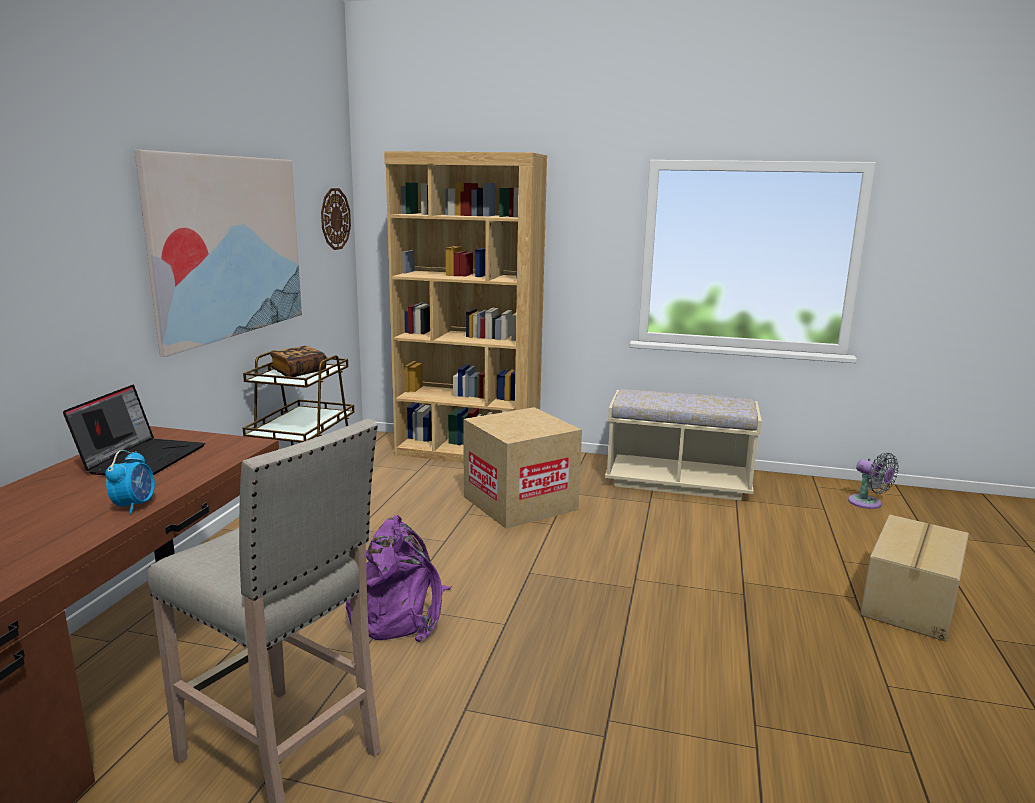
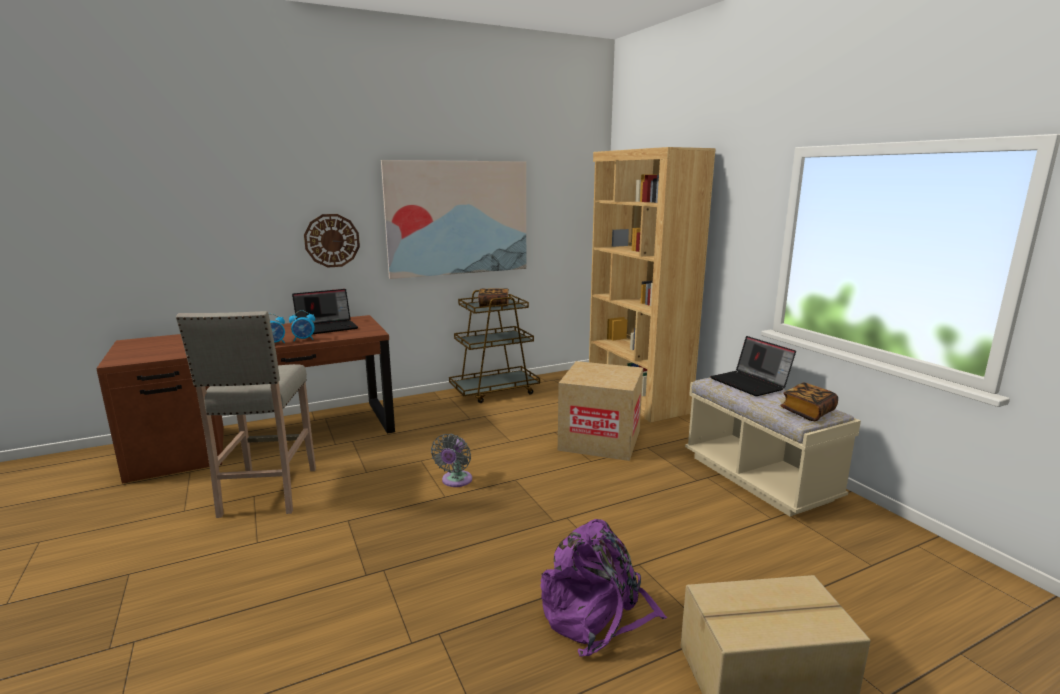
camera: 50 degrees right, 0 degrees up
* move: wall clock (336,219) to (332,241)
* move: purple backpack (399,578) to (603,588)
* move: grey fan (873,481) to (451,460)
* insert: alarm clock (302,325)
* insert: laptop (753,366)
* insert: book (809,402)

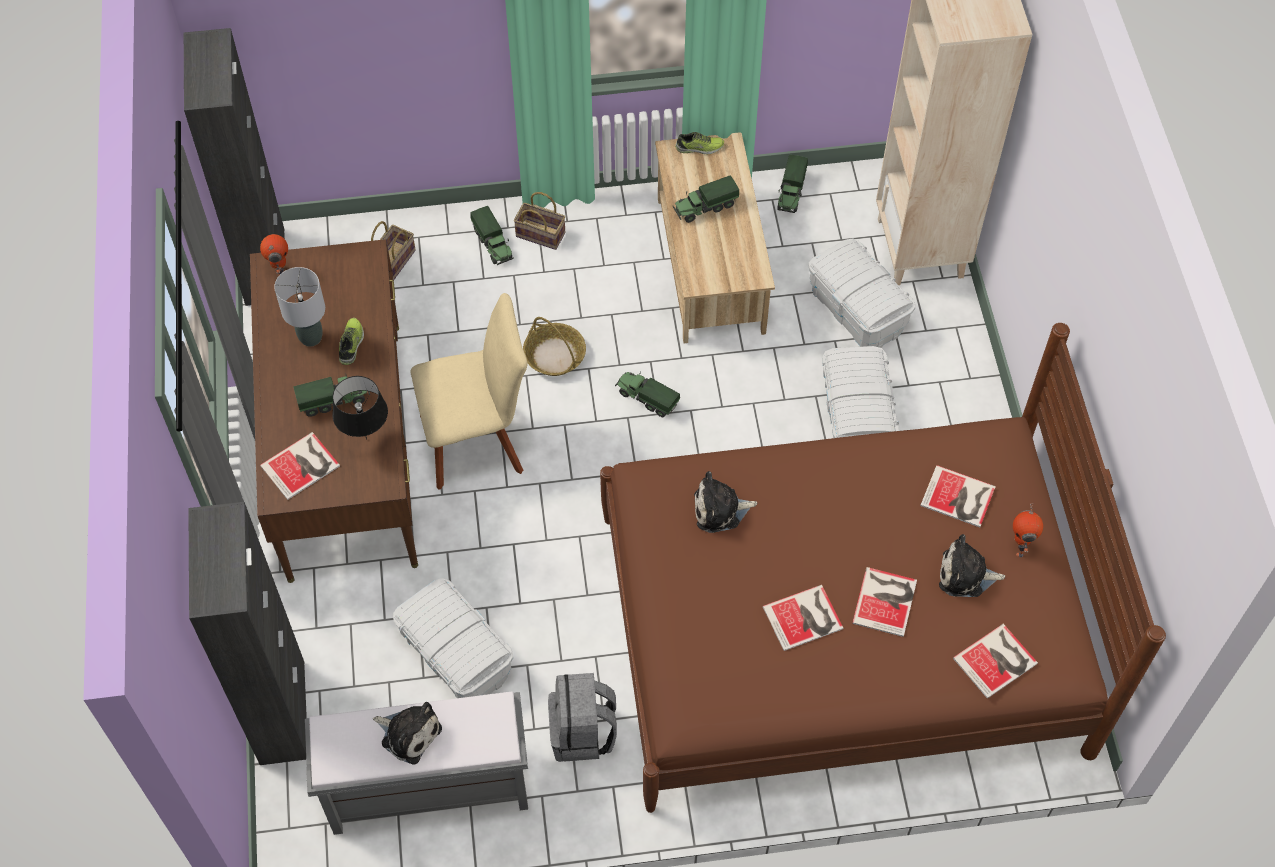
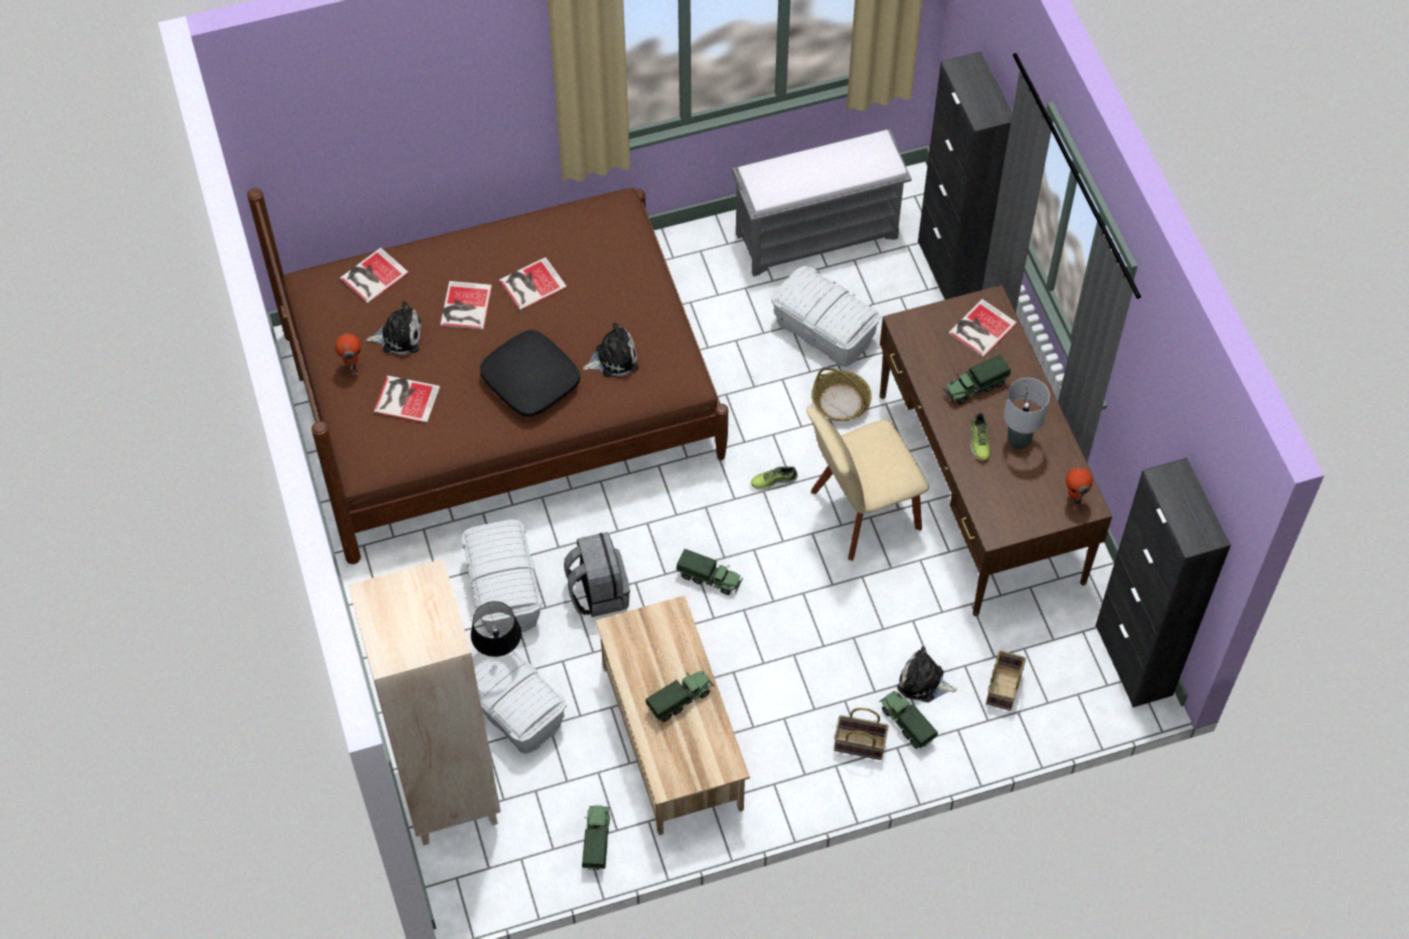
camera: 170 degrees right, 0 degrees up
* move: black table lamp (360,408) to (496,629)
* move: plush toy (407,733) to (927,674)
* move: basket (554,346) to (841,394)
* move: grey backpack (582,717) to (597,574)
* move: shoe (699,143) to (774,478)
* insert: black pillow (530,373)

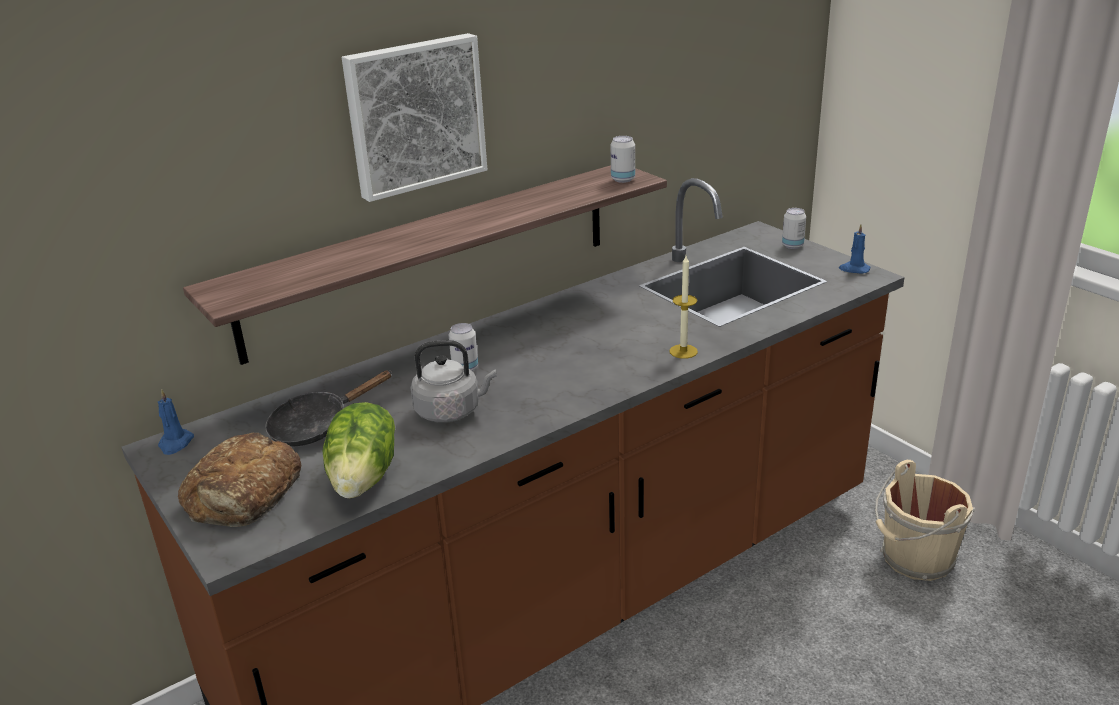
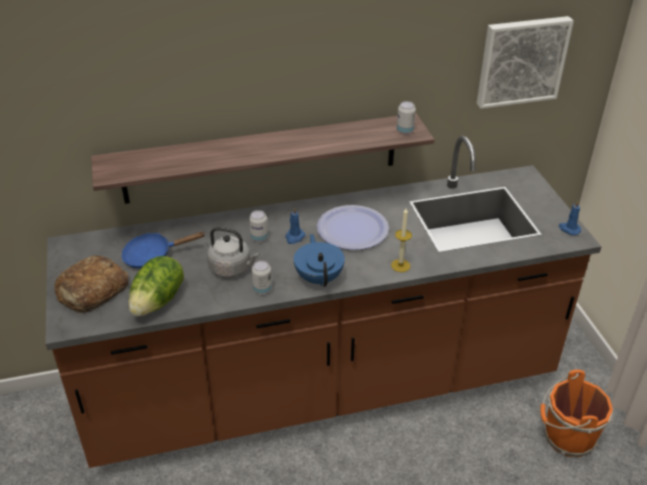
camera: 20 degrees right, 10 degrees up
* move: blue candle (176,422) to (295,225)
* recolor: black frying pan (328,408) to blue frying pan (163,250)
* move: picture (414,117) to (525,62)
* move: can (794,228) to (262,277)
* recolor: beige bucket (925,520) to orange bucket (576,413)
* insert: blue teapot (319,260)
* insert: plate (353,227)

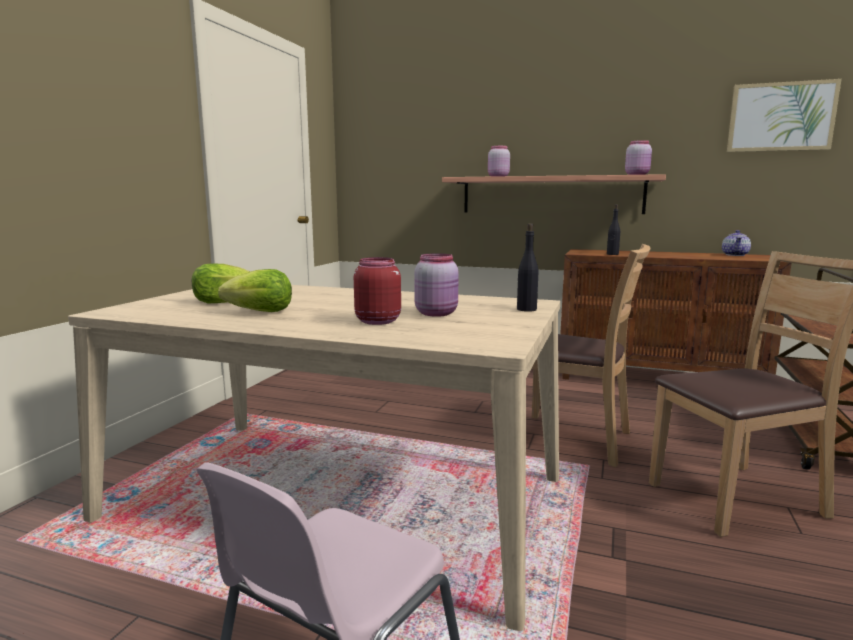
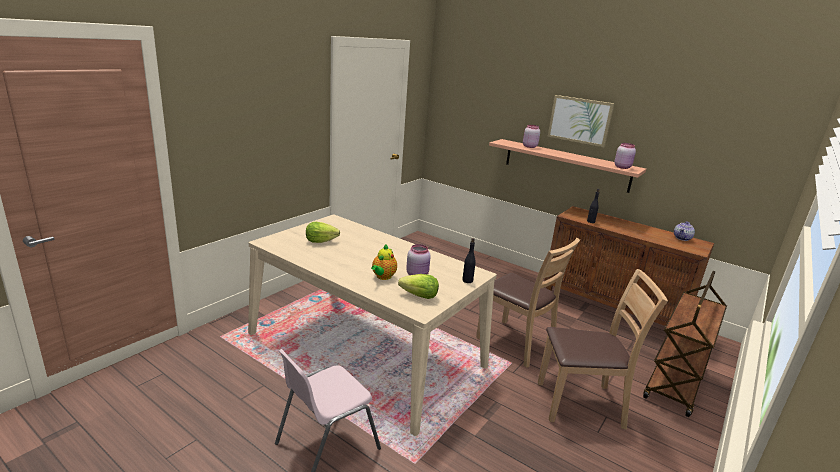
camera: 15 degrees right, 10 degrees up
* move: lettuce (255,290) to (418,286)
* replace: red jar (377,291) to teapot (384,262)
* move: picture (784,115) to (581,121)

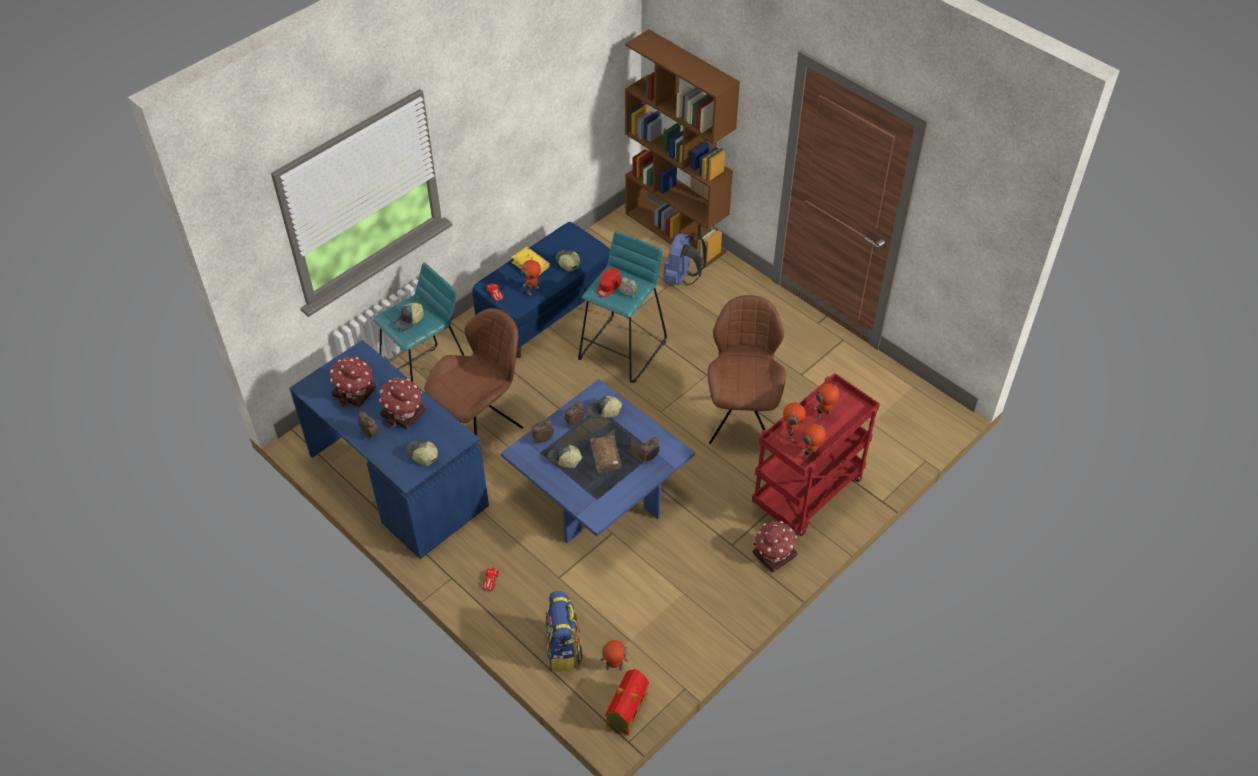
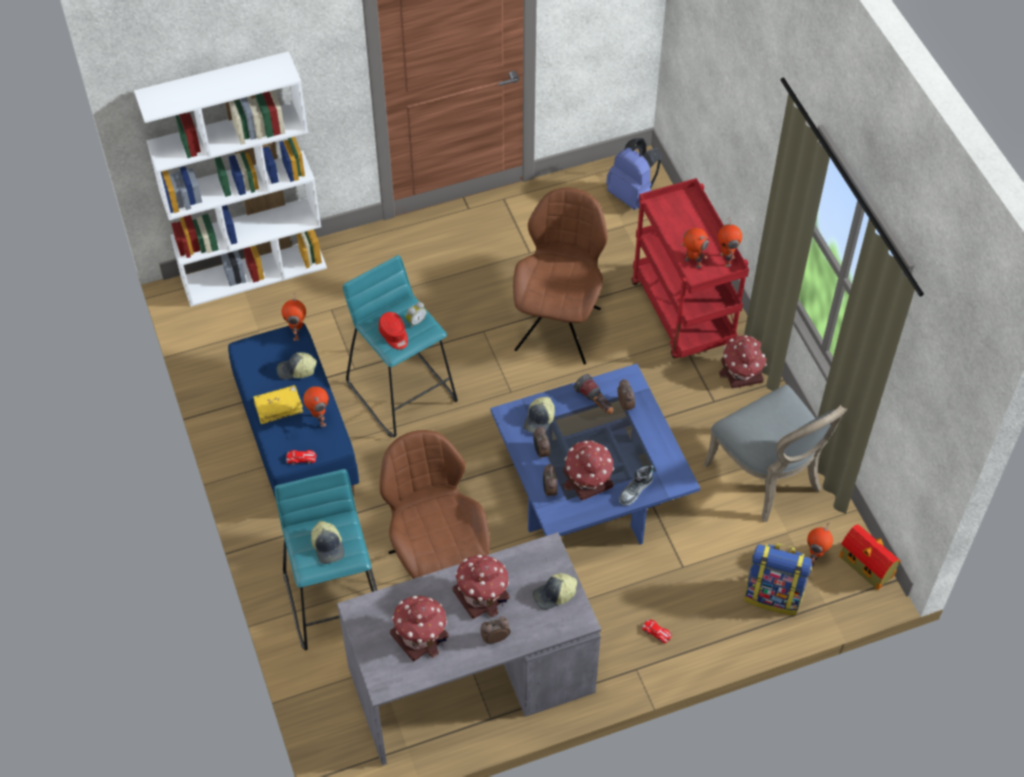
camera: 65 degrees left, 5 degrees up
* recolor: blue desk (389,449) to grey desk (469,649)
* replace: cap (564,456) to toy house (588,470)
* delete: brown book (606,454)
* recolor: brown bookcase (682,148) to white bookcase (230,179)
* move: blue backpack (685,259) to (633,174)
* rotate: brown chair (747,369) = (560,276) 75 degrees clockwise
* move: toy robot (827,400) to (294,316)
* insert: flashlight (594,394)
* insert: shoe (636,485)
* insert: grey chair (775,453)

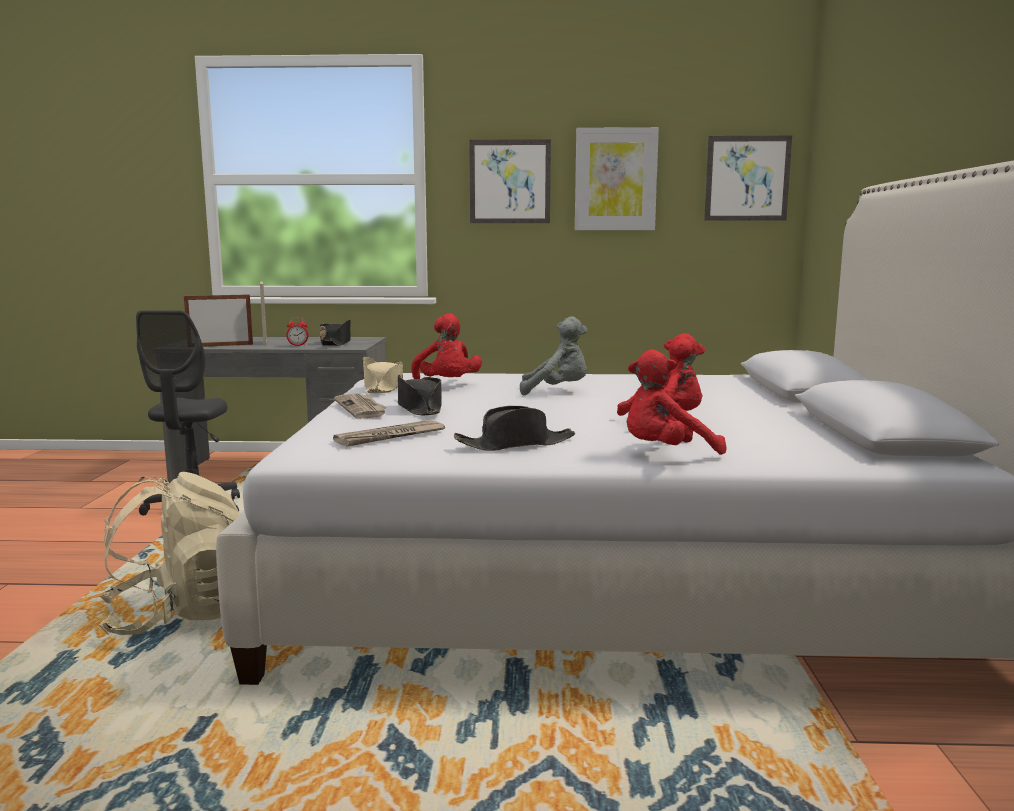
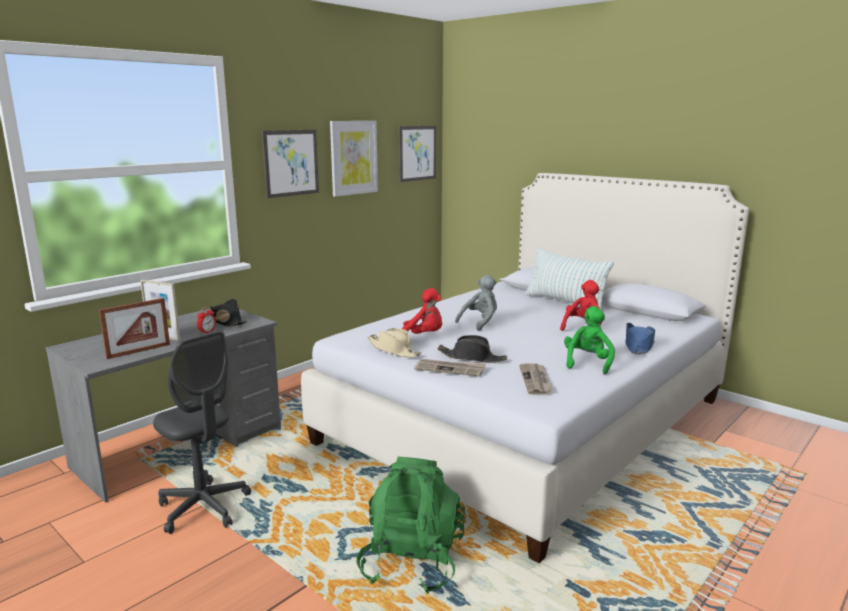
camera: 50 degrees left, 5 degrees up
* recolor: beige backpack (169,553) to green backpack (411,525)
* rotate: picture frame (218,320) = (134,328) 150 degrees counterclockwise
* replace: black hat (514,428) to green plush toy (589,340)
* replace: red plush toy (677,402) to blue hat (640,338)
* insert: pillow (569,279)

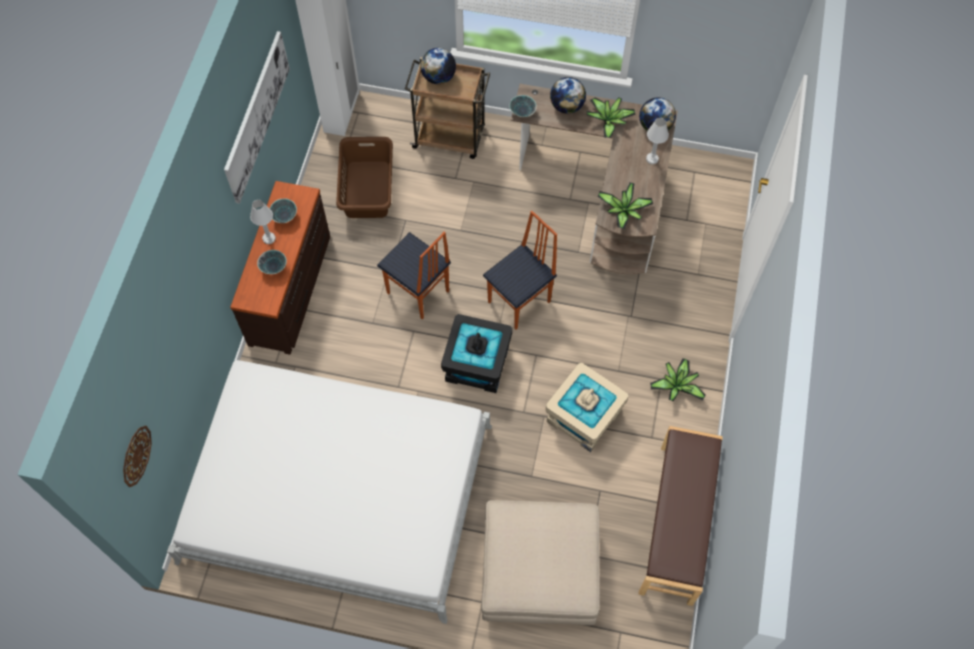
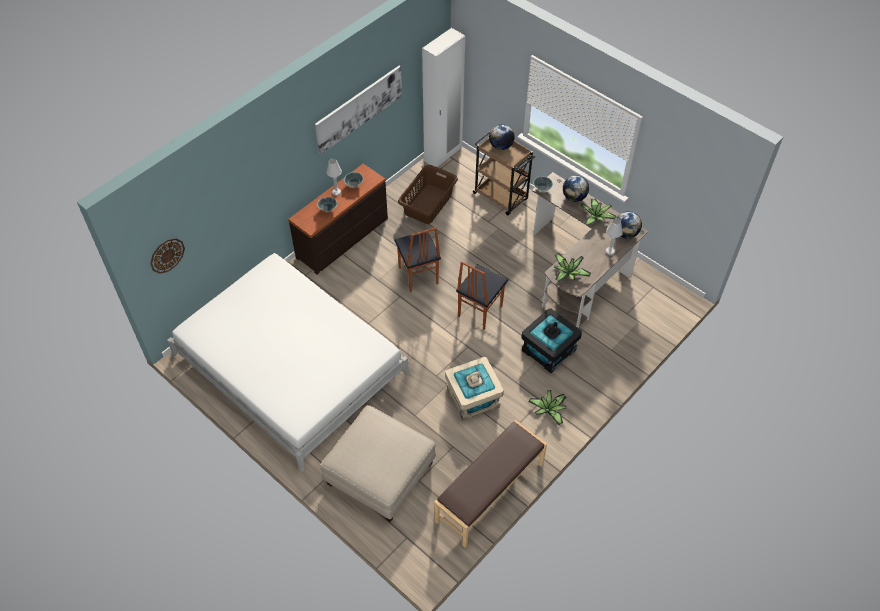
camera: 30 degrees right, 10 degrees down
* move: black storage box (476,353) to (552,340)
* rotate: chair (520,270) = (482,295) 135 degrees clockwise

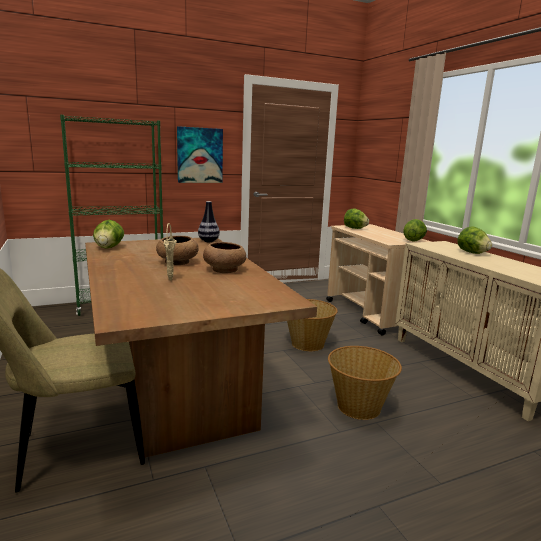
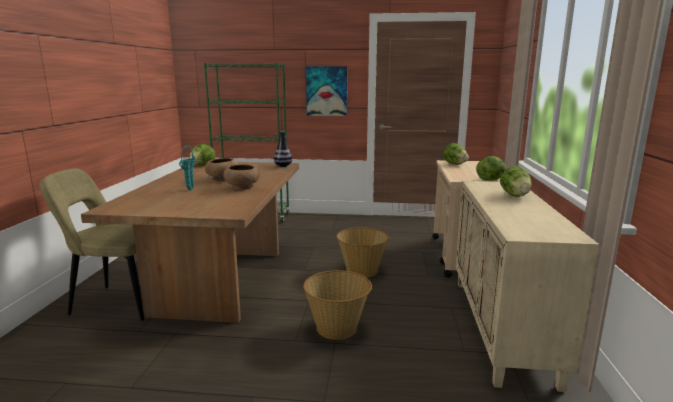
camera: 30 degrees right, 0 degrees up
* recolor: beige vase (170,251) to turquoise vase (187,168)

